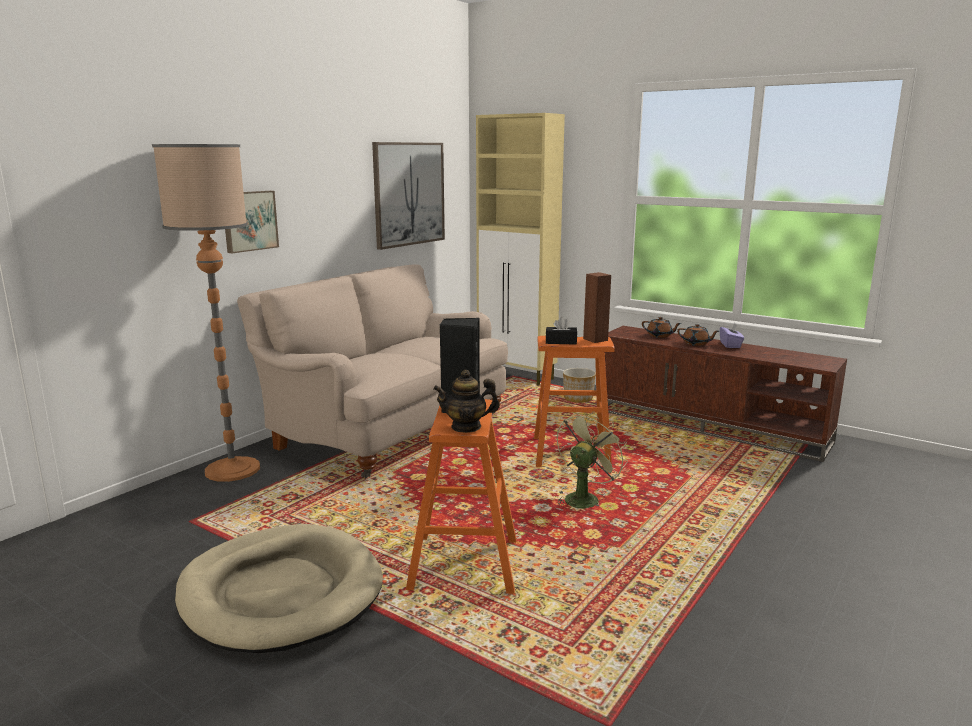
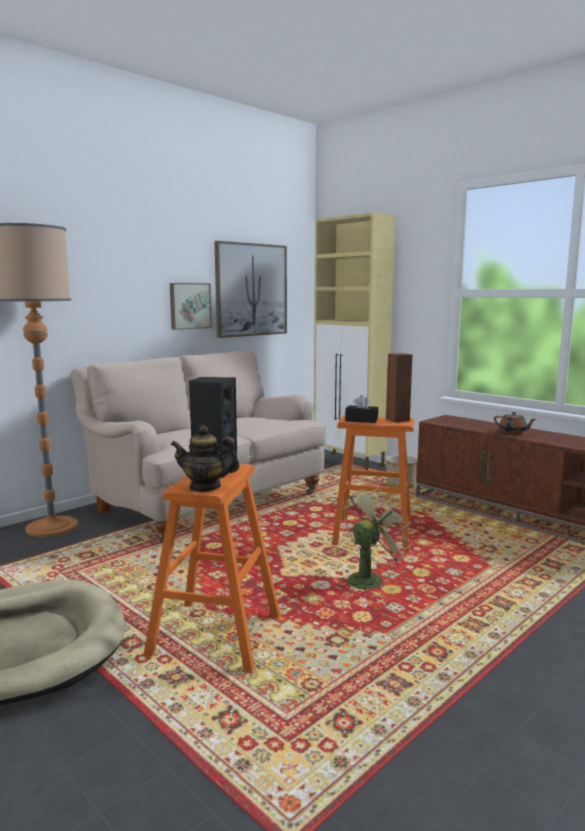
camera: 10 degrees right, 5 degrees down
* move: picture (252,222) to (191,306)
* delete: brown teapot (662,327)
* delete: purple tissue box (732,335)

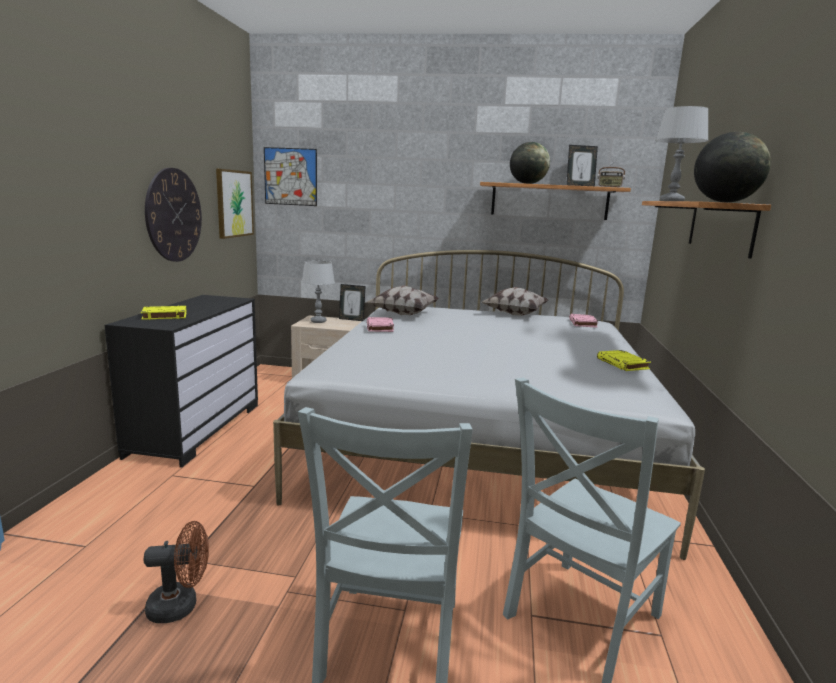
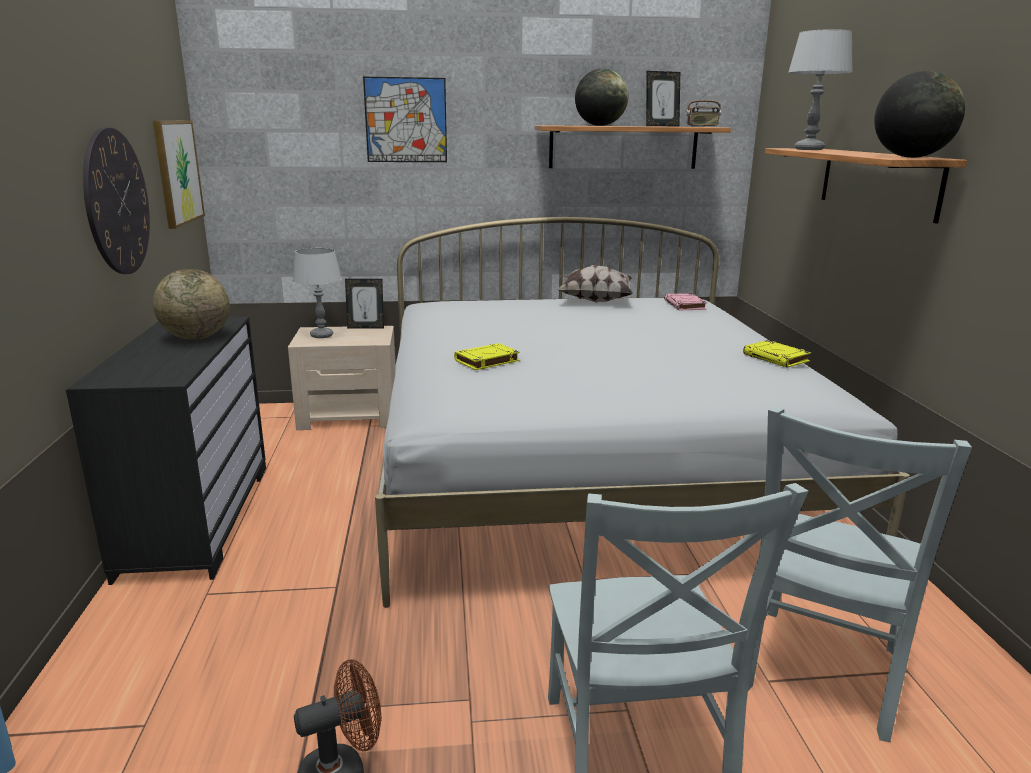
camera: 15 degrees left, 5 degrees up
* move: yellow book (164,313) to (487,356)
* move: picture (290,176) to (405,119)
* delete: pillow (403,300)
* delete: pink book (380,324)
* insert: globe (191,304)

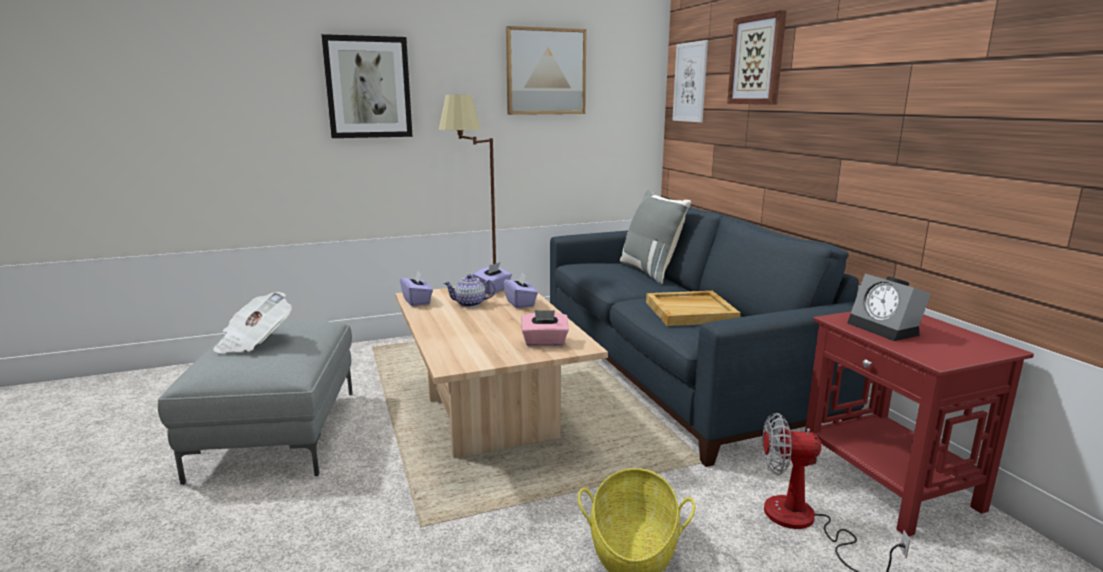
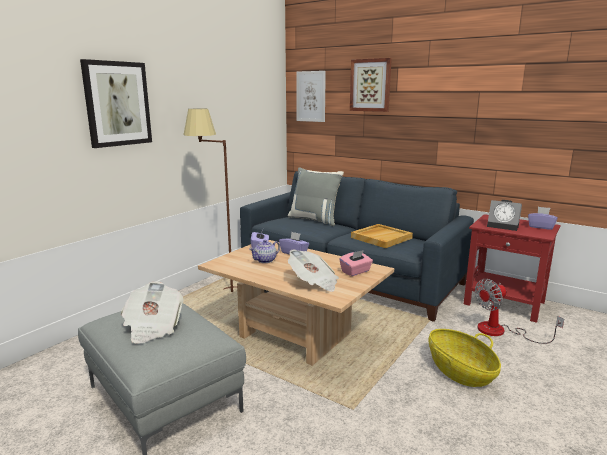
camera: 35 degrees left, 0 degrees up
* move: purple tissue box (416,288) to (543,218)
* delete: picture (546,70)
* insert: newspaper (313,270)

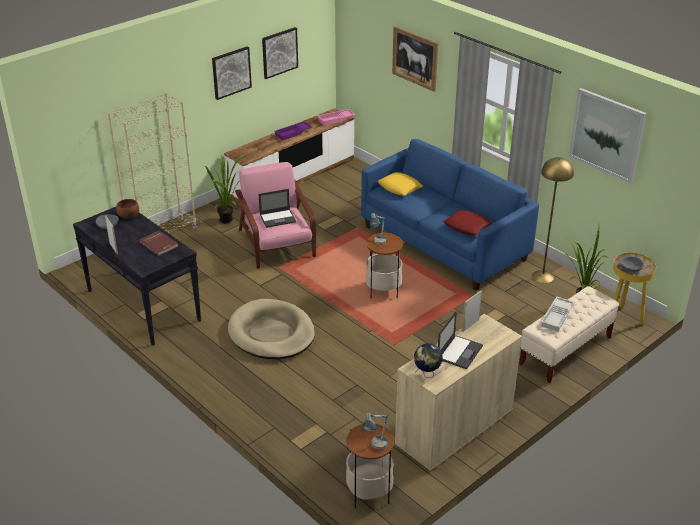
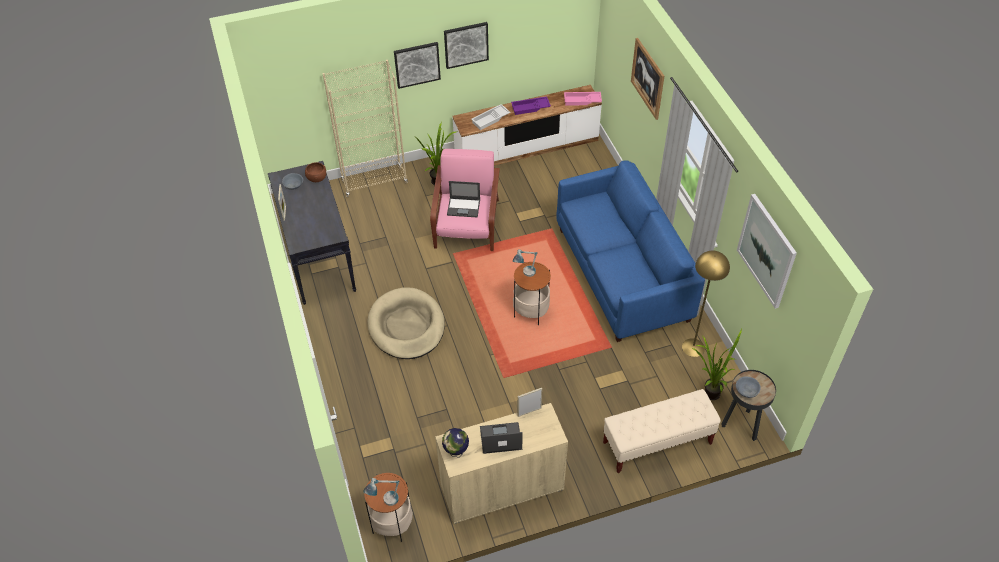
camera: 25 degrees right, 15 degrees up
* delete: red book (158,243)
* move: picture (280,53) to (417,65)
* delete: yellow pillow (400,184)
* rotate: laptop (460,340) = (501,438) 150 degrees counterclockwise
* delete: red pillow (468,223)
* move: white tray (558,314) to (490,117)
* recolor: yellow side table (634,289) to black side table (748,405)

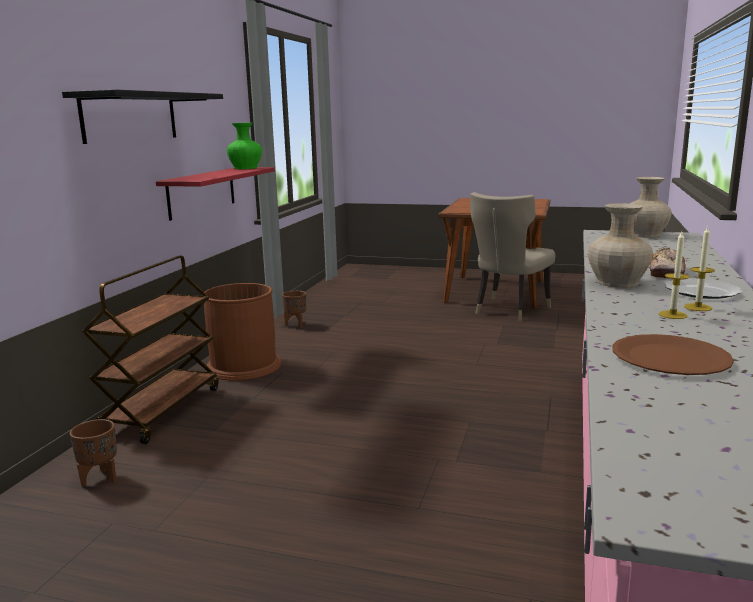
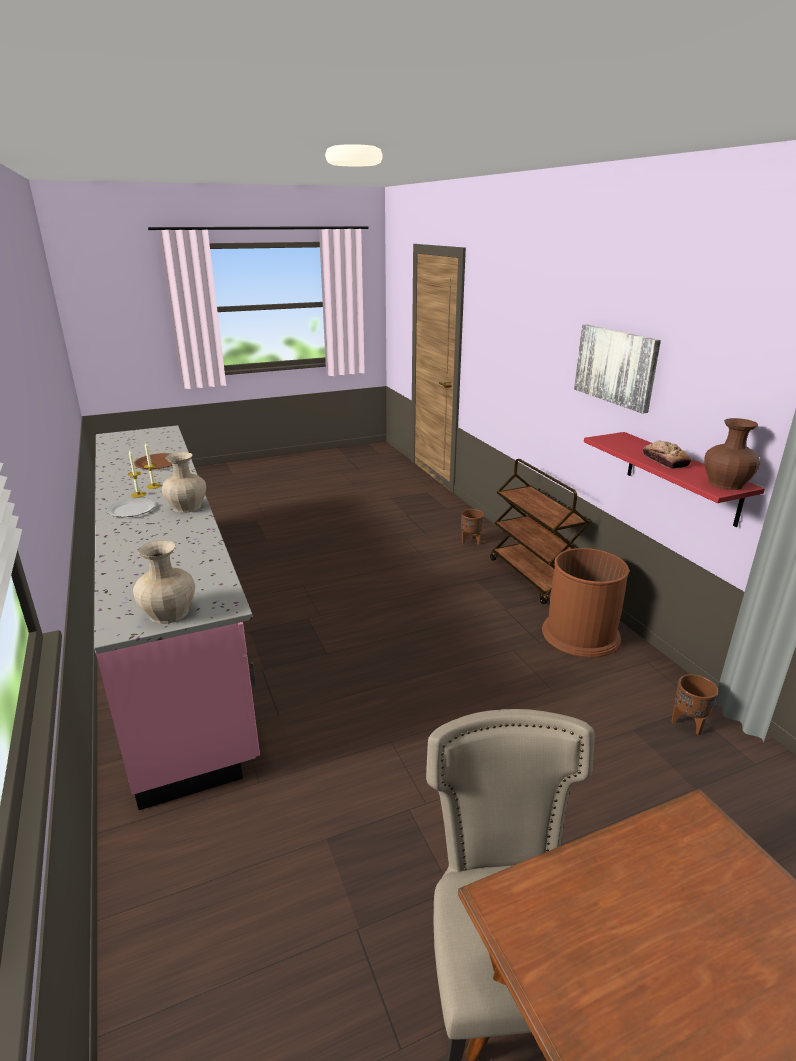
camera: 140 degrees right, 10 degrees up
* replace: black shelf (142,117) to picture (617,369)
* recolor: green vase (244,146) to brown vase (732,454)
* move: bread (668,263) to (667,454)

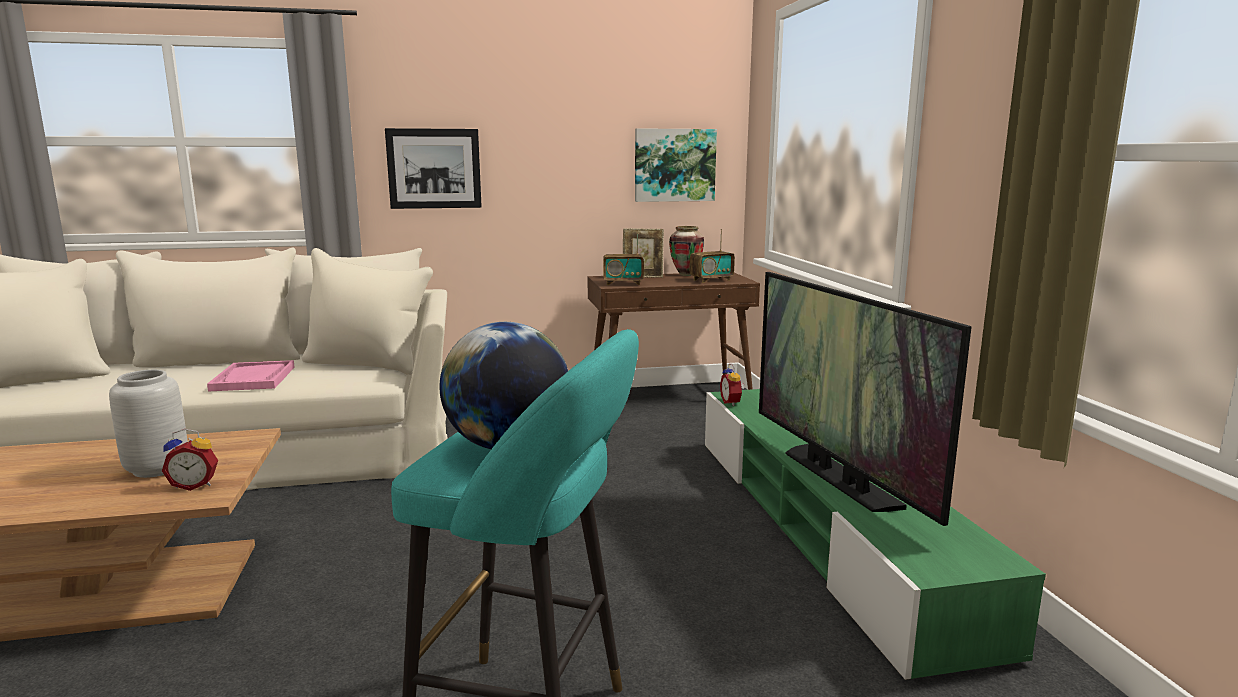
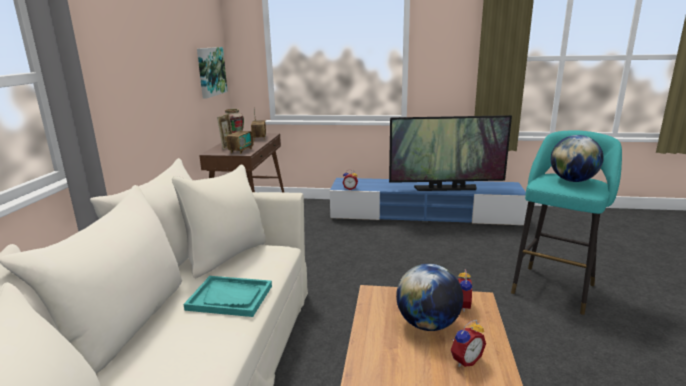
camera: 70 degrees left, 5 degrees up
* replace: grey vase (148,424) to globe (429,297)
* recolor: pink tray (251,376) to turquoise tray (228,296)
* delete: picture (433,168)
* recolor: green tv stand (875,534) to blue tv stand (429,202)
* insert: alarm clock (468,343)

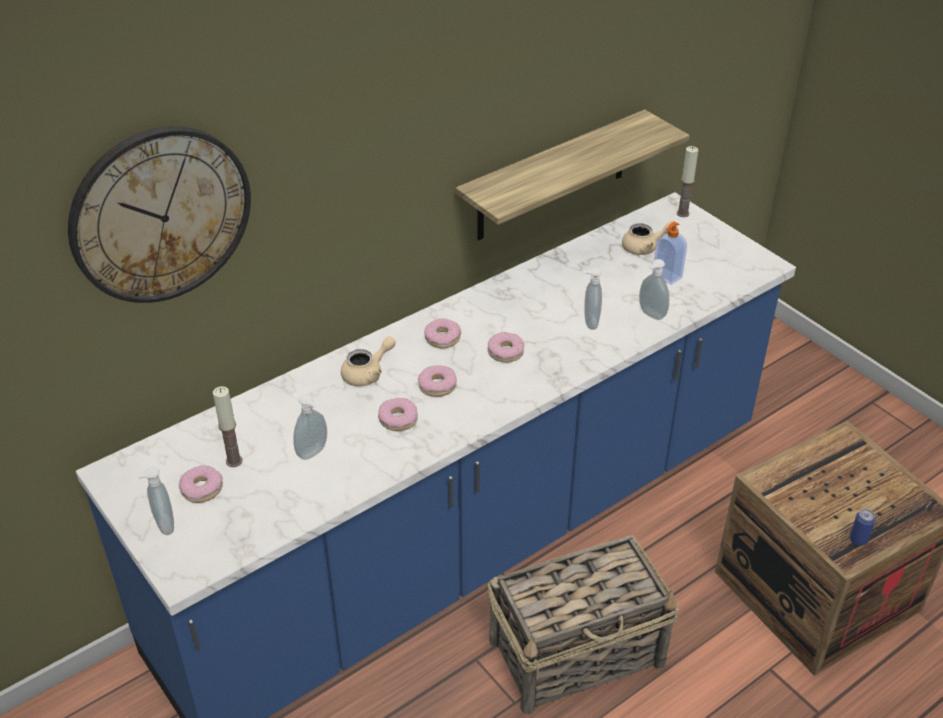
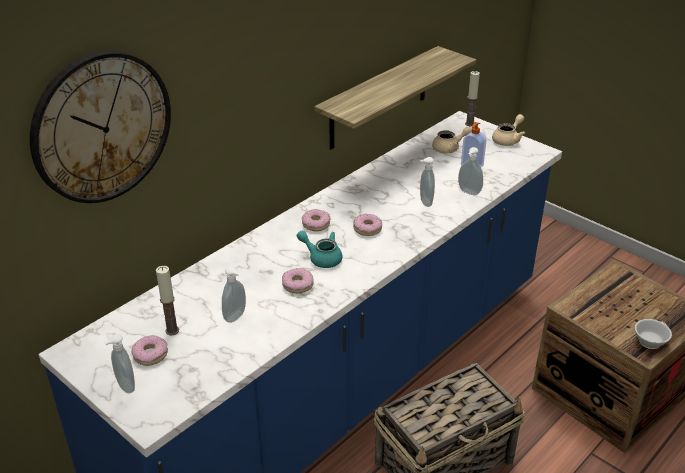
camera: 10 degrees left, 5 degrees down
* move: beige teapot (368,361) to (508,130)
* replace: donut (437,381) to turquoise teapot (319,249)
* replace: can (863,527) to white cup (653,334)

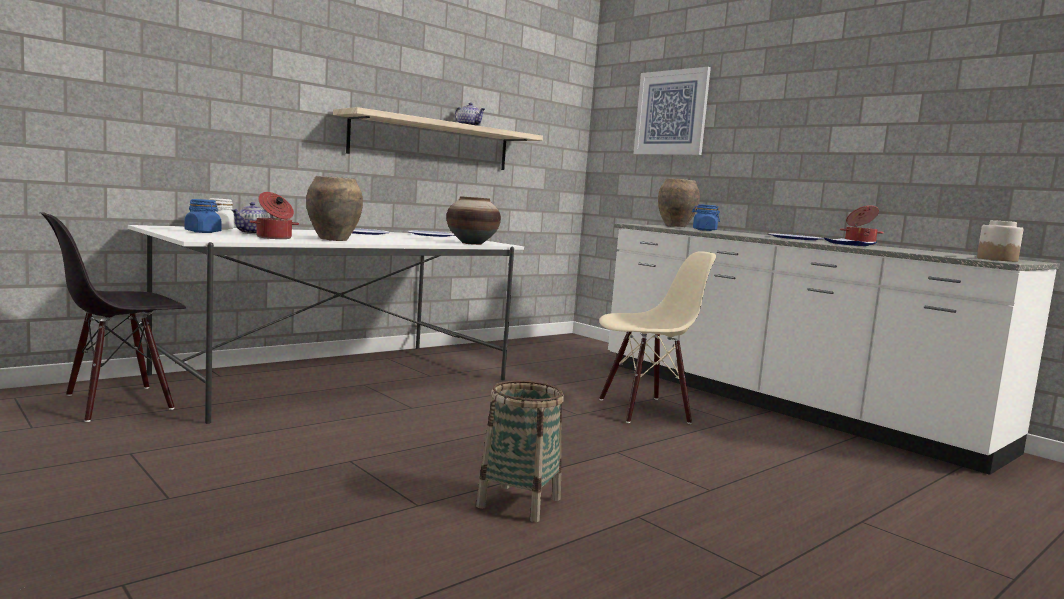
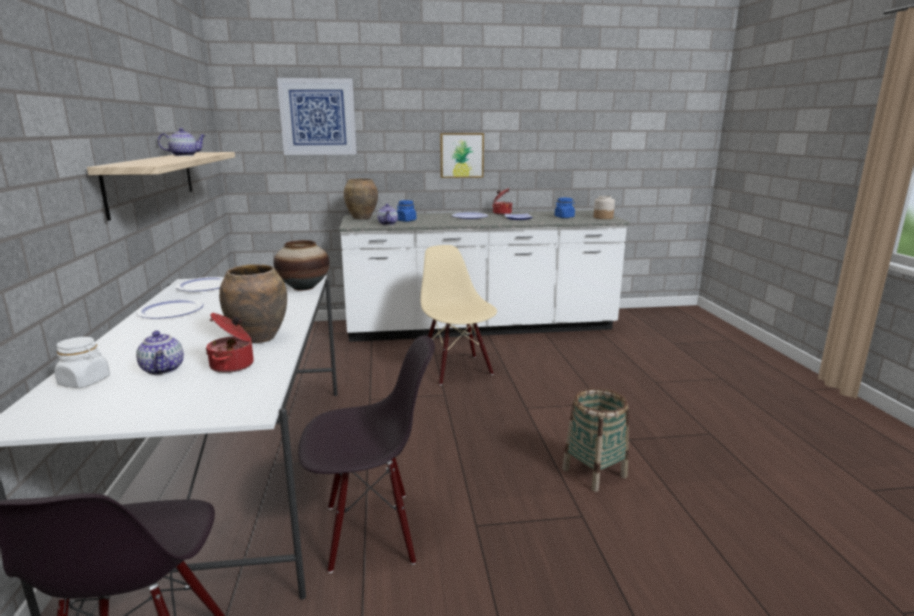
camera: 55 degrees left, 10 degrees up
* move: blue jar (203,216) to (565,208)
* rotate: beige chair (657,337) = (459,315) 45 degrees counterclockwise
* insert: black chair (366,454)
* insert: teapot (387,214)
* insert: picture (462,155)

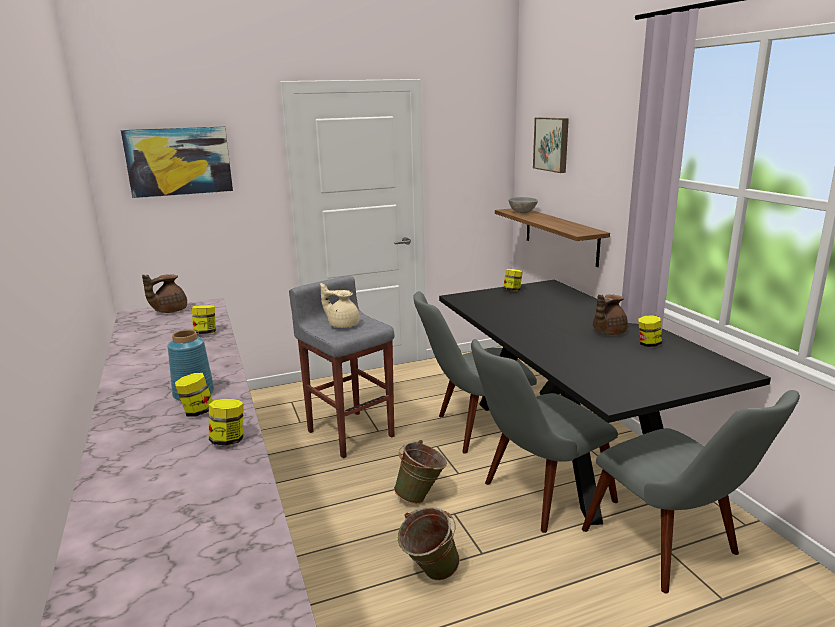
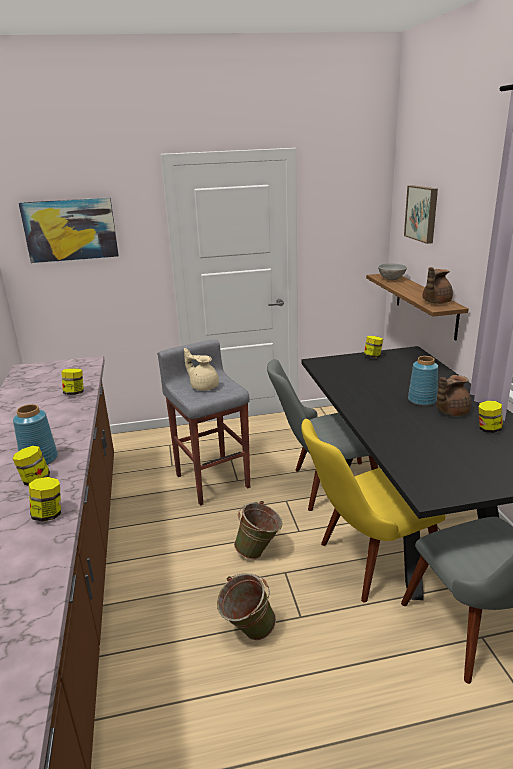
camera: 10 degrees right, 5 degrees up
* move: brown teapot (164,293) to (438,285)
* recolor: grey chair (544,436) to yellow chair (373,510)
* insert: blue vase (423,381)

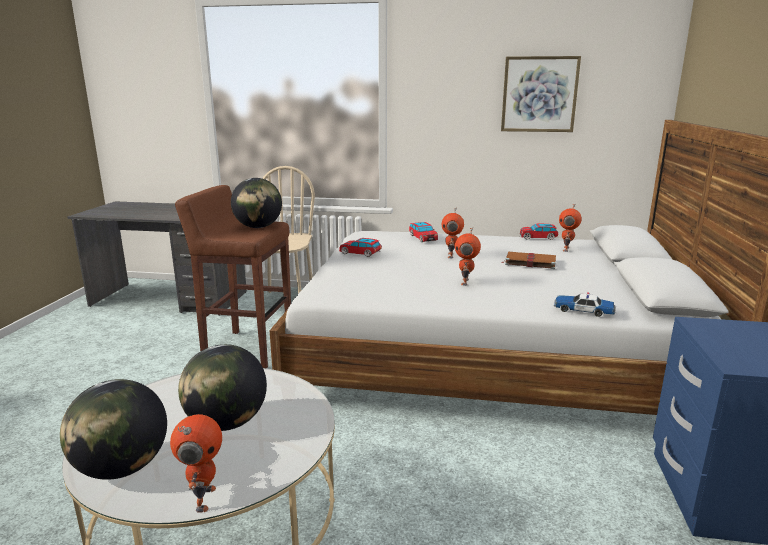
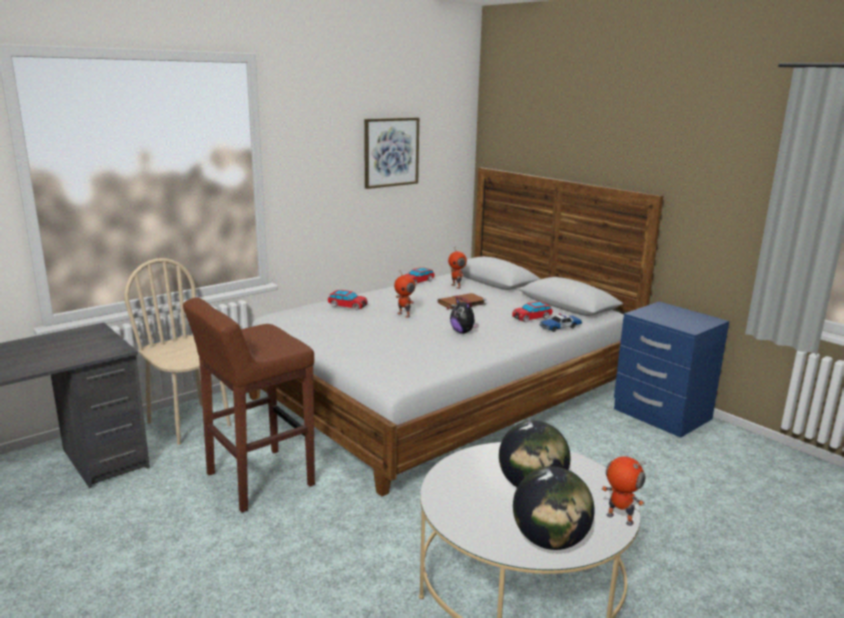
camera: 50 degrees left, 0 degrees up
* delete: globe (256,203)
* move: toy car (360,247) to (532,311)
* replace: toy robot (468,257) to plush toy (464,316)

